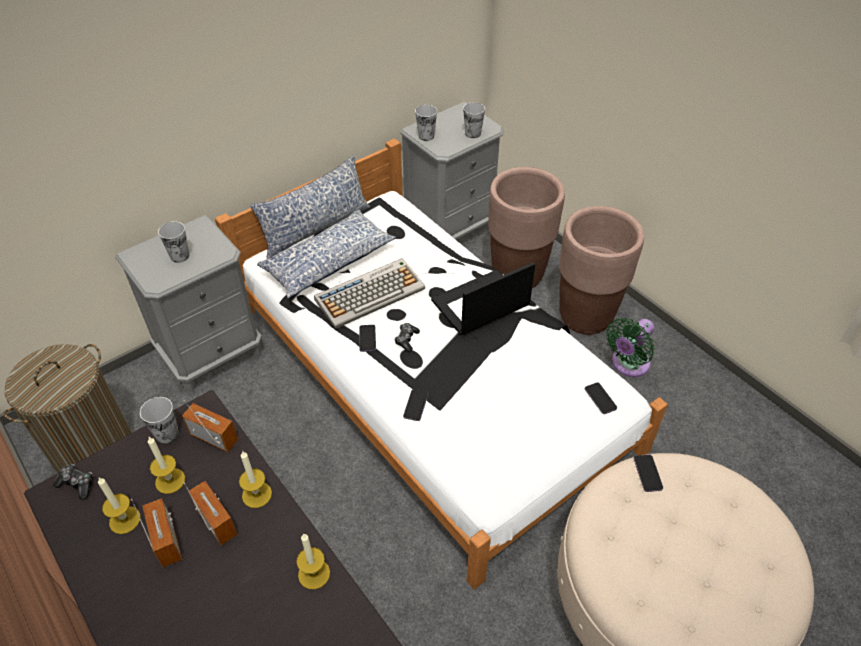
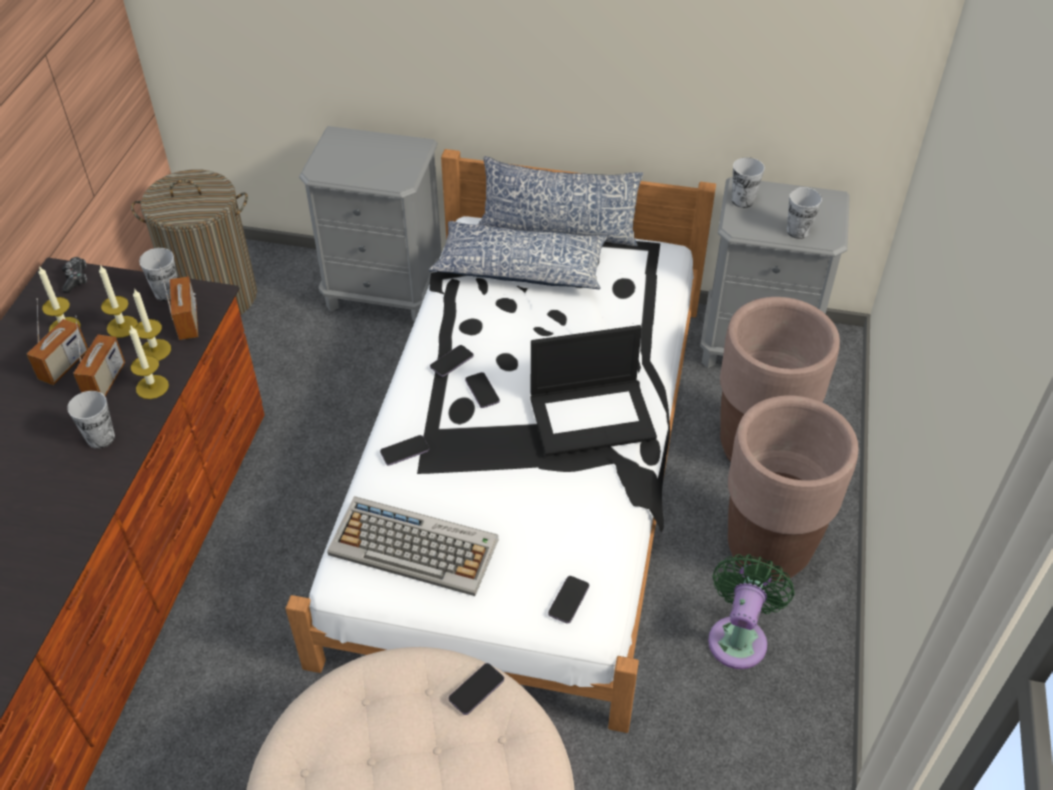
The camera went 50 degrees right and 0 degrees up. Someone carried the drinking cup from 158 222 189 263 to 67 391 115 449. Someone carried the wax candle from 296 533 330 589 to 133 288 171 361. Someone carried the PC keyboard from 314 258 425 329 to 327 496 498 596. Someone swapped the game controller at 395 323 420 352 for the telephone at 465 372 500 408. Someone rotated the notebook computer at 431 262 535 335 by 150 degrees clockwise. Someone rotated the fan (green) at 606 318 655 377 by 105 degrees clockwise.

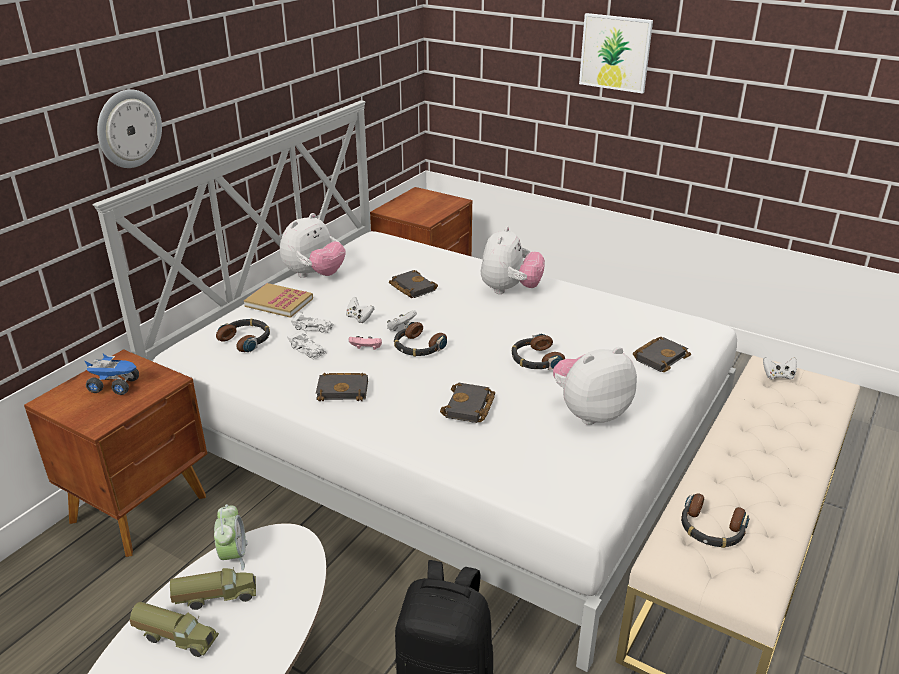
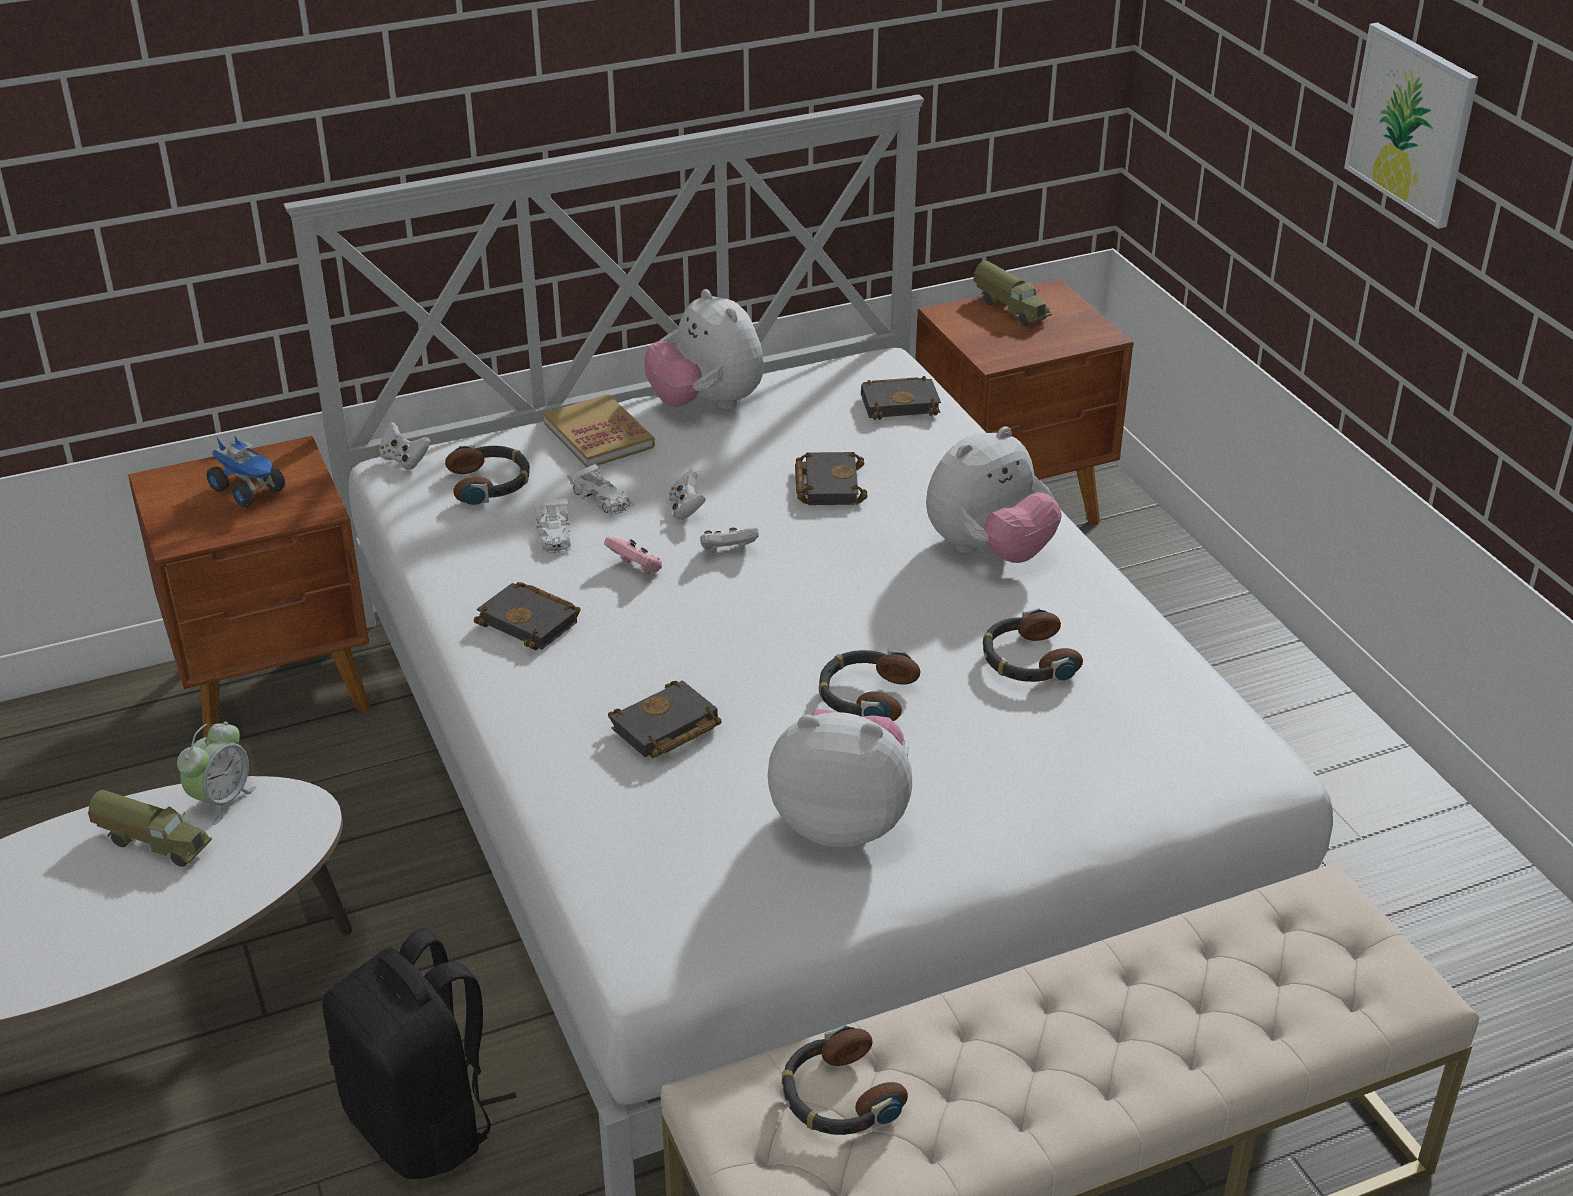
The camera went 35 degrees right and 5 degrees up. Someone took away the hanging clock at 97 89 162 168. Someone carried the toy lorry from 129 602 219 657 to 973 261 1052 326. Someone carried the headphones from 394 322 447 356 to 983 608 1083 682. Someone carried the book (black) from 633 337 691 372 to 861 376 941 420. Someone carried the game controller (white-coloured) from 763 357 797 380 to 379 422 431 469. Someone rotated the plush toy at 280 213 346 278 by 75 degrees clockwise.

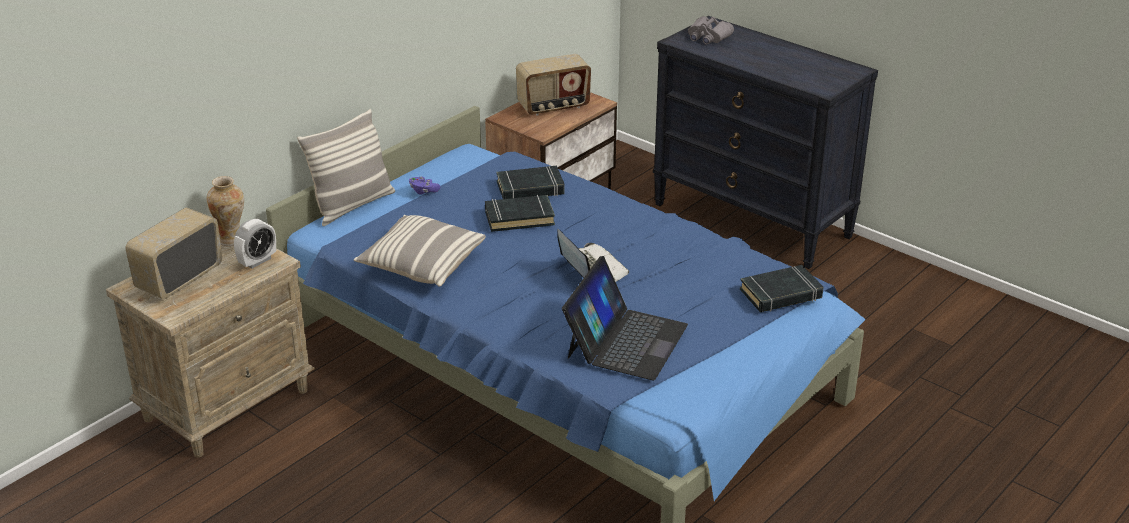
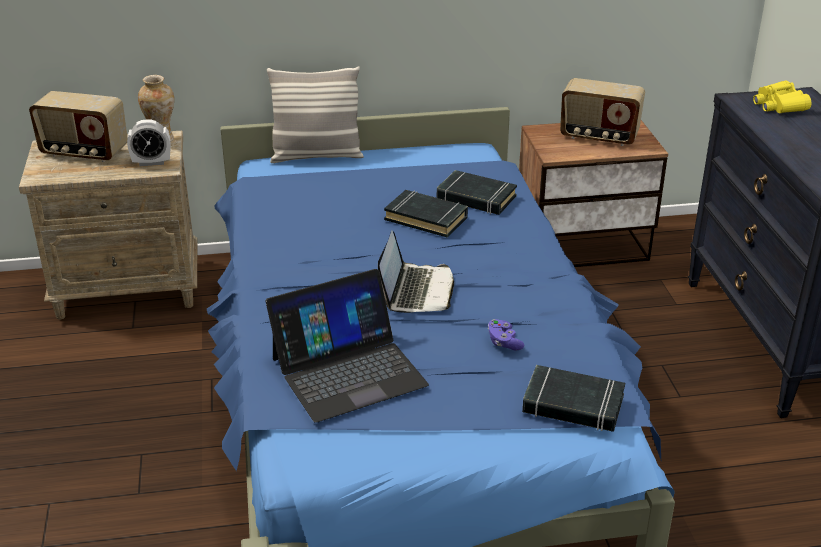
The camera went 40 degrees right and 0 degrees up. Someone took away the throw pillow at 354 215 486 287. Someone carried the game controller (purple-coloured) from 409 177 440 195 to 488 319 525 350. Someone repainted the binoculars (gray) at 688 16 734 45, which became the binoculars (yellow-coloured) at 753 80 811 113. Someone rotated the radio set at 125 208 222 299 by 150 degrees counterclockwise.

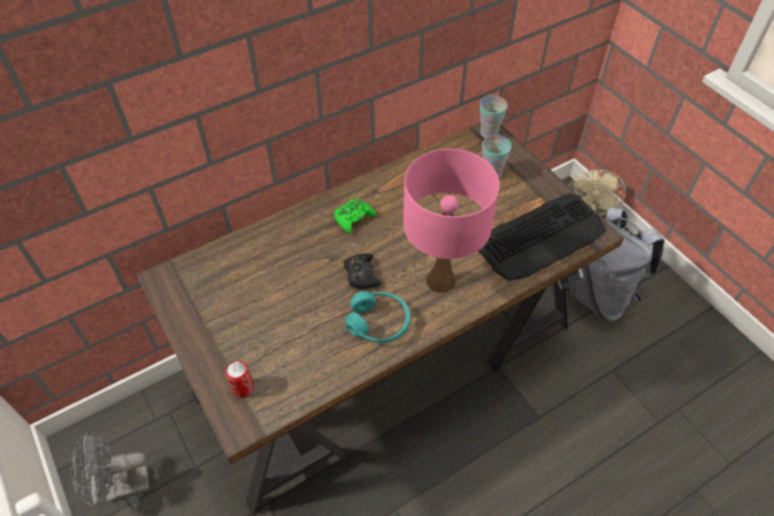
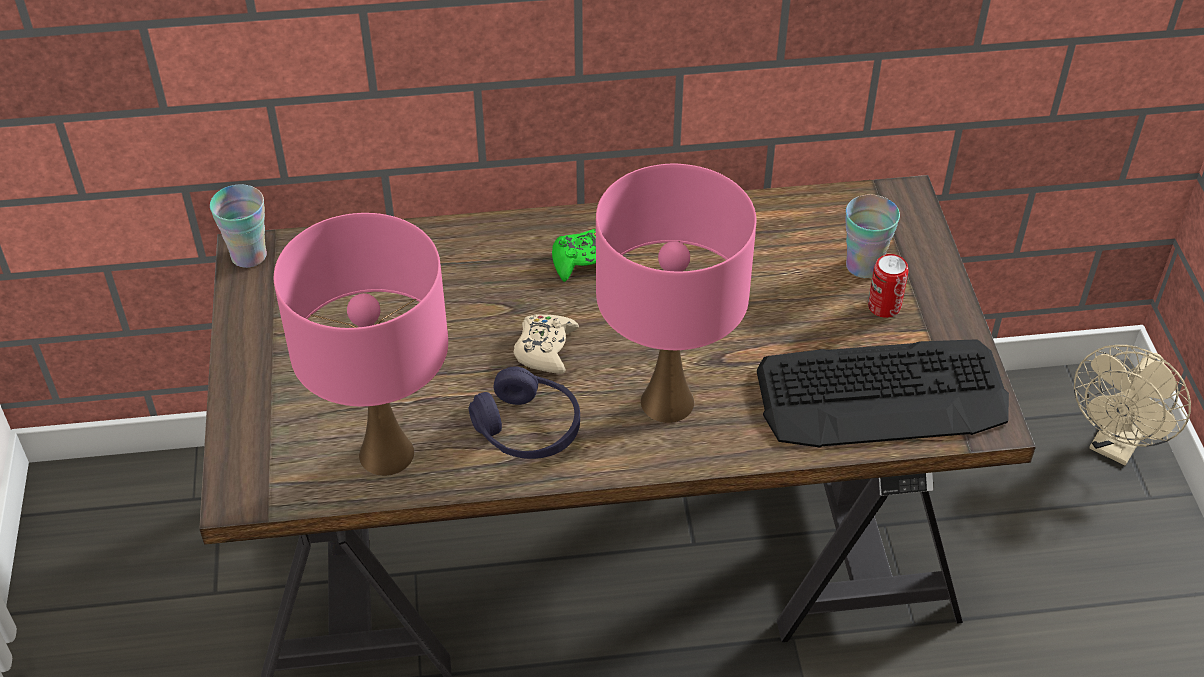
The camera went 25 degrees right and 5 degrees down. Someone took away the fan (gray) at 71 430 150 509. Someone took away the knapsack (gray) at 565 207 665 321. Someone put down the lamp for a table (pink-coloured) at 274 213 448 476. Someone carried the sealed can from 225 361 254 398 to 868 254 909 318. Someone carried the drinking cup from 480 95 508 138 to 210 184 267 268. Someone repainted the game controller (black) at 344 253 381 289, which became the game controller (sand-coloured) at 513 314 579 374. Someone repainted the headphones (blue-green) at 345 291 410 343, which became the headphones (purple-coloured) at 469 366 580 459.

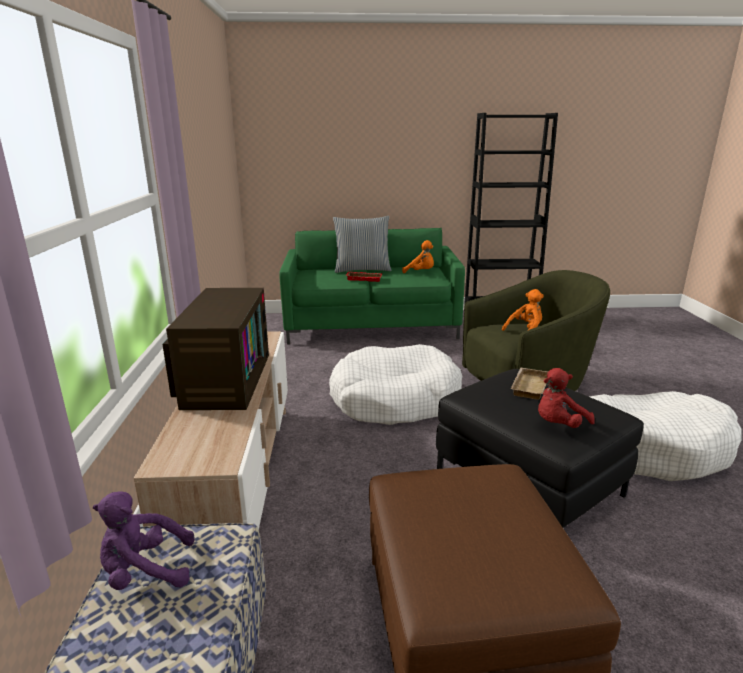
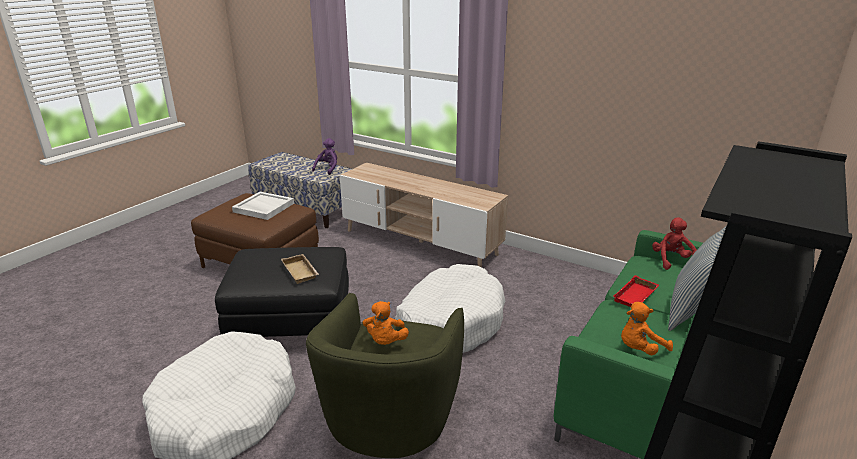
The camera went 125 degrees right and 5 degrees up. Someone took away the TV set at 162 288 269 410. Someone put down the carrying tray (white-coloured) at 232 192 294 220. Someone carried the plush toy (red-coloured) from 538 368 595 428 to 652 217 697 270.

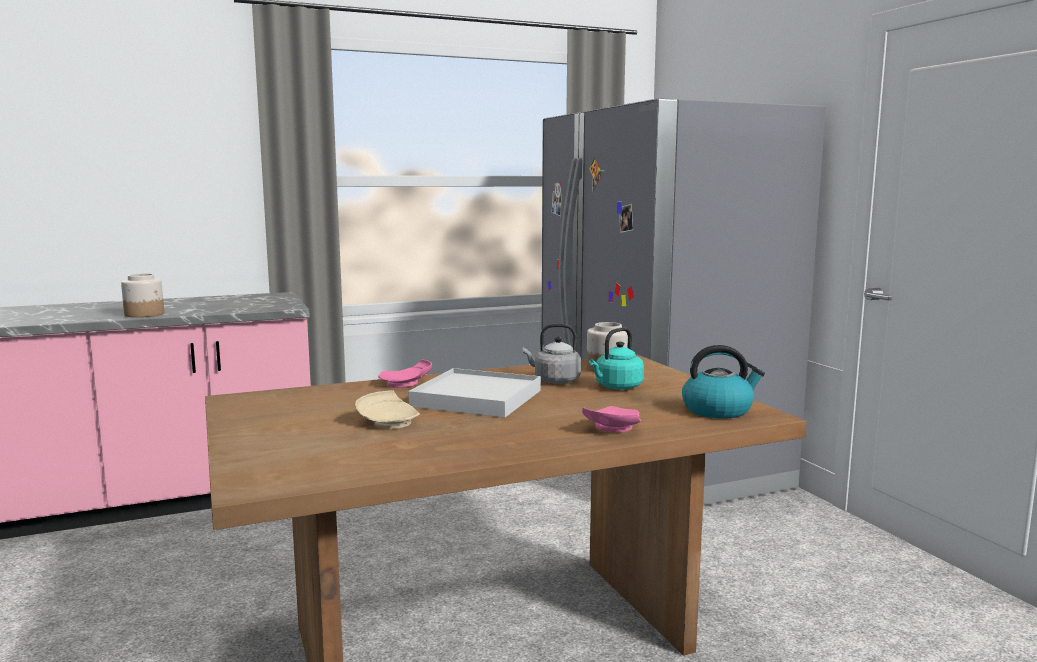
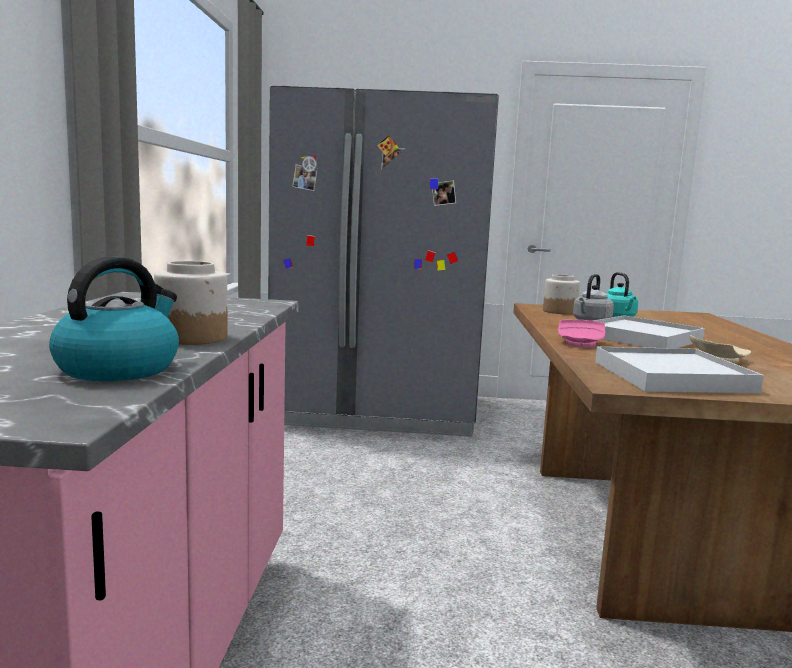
The camera went 65 degrees left and 0 degrees up. Someone took away the dinner plate (pink-coloured) at 582 406 641 432. Someone put down the carrying tray (white-coloured) at 595 347 764 393. Someone carried the water kettle from 682 345 765 418 to 49 256 179 381.

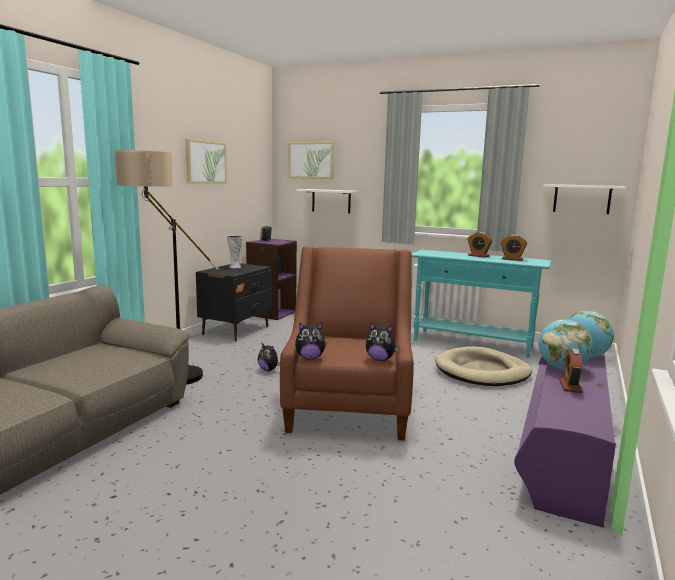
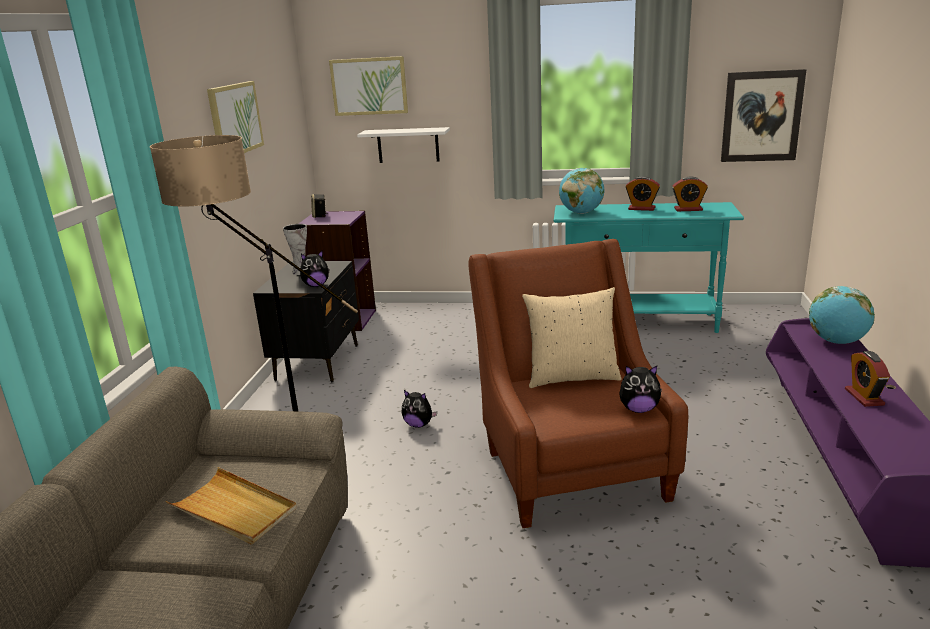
The camera went 15 degrees left and 10 degrees up. Someone took away the pet bed (sand-coloured) at 435 347 532 386. Someone put down the carrying tray (sand-coloured) at 165 467 297 544. Someone put down the throw pillow (sand-coloured) at 522 287 622 388. Someone carried the plush toy from 295 322 327 359 to 300 251 329 287. Someone carried the desk globe from 539 319 593 370 to 559 168 605 214. Someone swapped the wall shelf (white-coloured) at 543 184 626 214 for the wall art at 721 69 806 162.

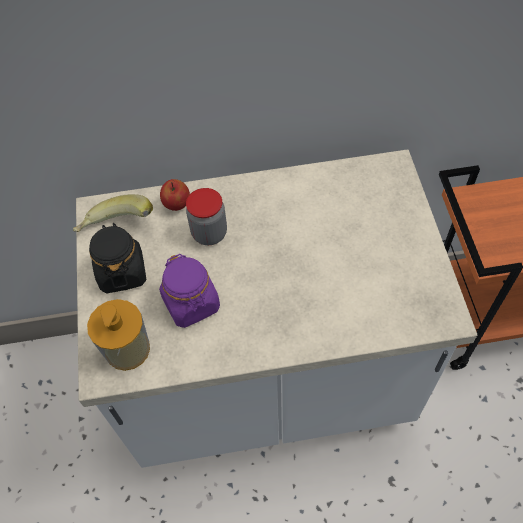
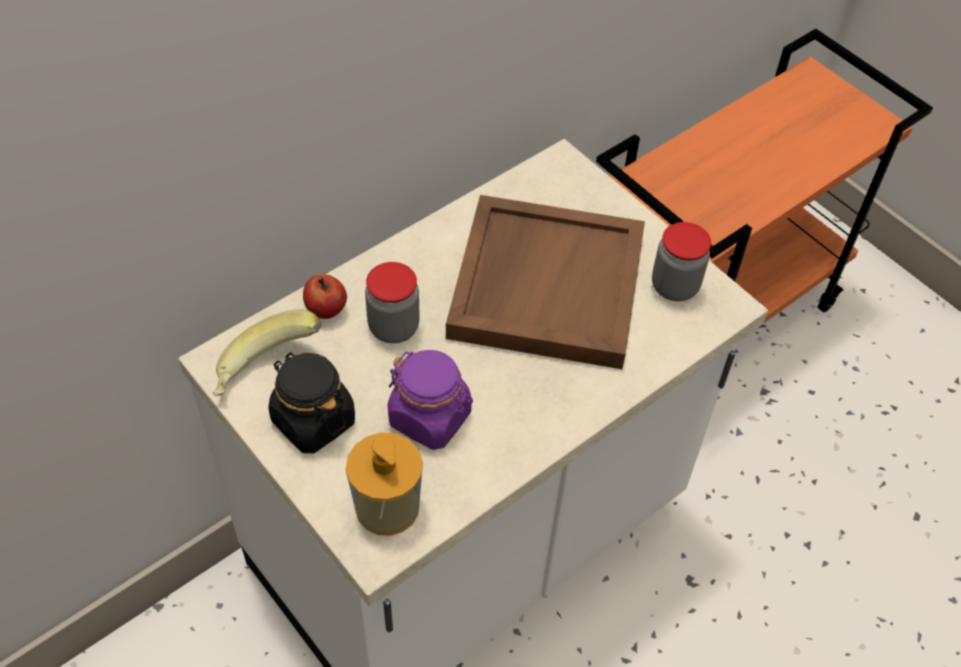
The camera went 35 degrees left and 5 degrees down. Someone put down the carrying tray (brown) at 446 195 645 369. Someone put down the storage jar at 652 222 711 301.

